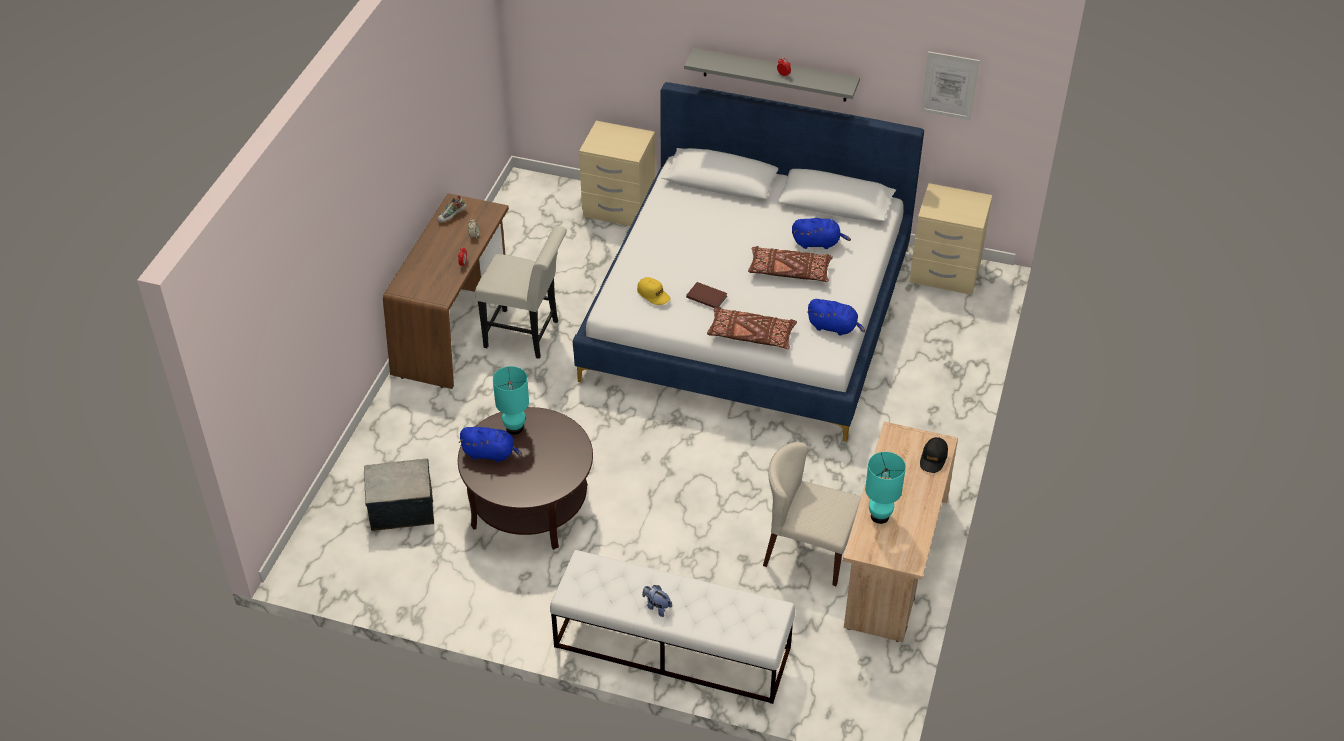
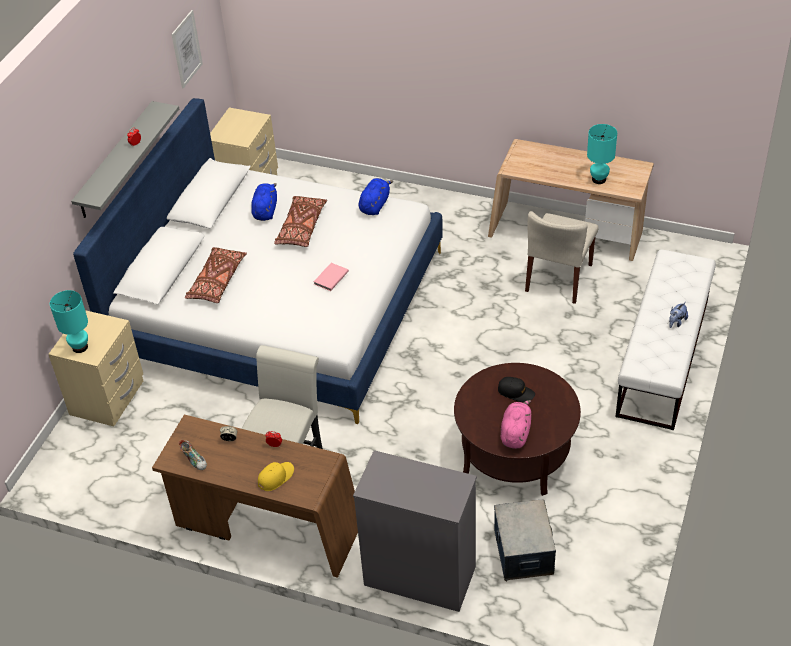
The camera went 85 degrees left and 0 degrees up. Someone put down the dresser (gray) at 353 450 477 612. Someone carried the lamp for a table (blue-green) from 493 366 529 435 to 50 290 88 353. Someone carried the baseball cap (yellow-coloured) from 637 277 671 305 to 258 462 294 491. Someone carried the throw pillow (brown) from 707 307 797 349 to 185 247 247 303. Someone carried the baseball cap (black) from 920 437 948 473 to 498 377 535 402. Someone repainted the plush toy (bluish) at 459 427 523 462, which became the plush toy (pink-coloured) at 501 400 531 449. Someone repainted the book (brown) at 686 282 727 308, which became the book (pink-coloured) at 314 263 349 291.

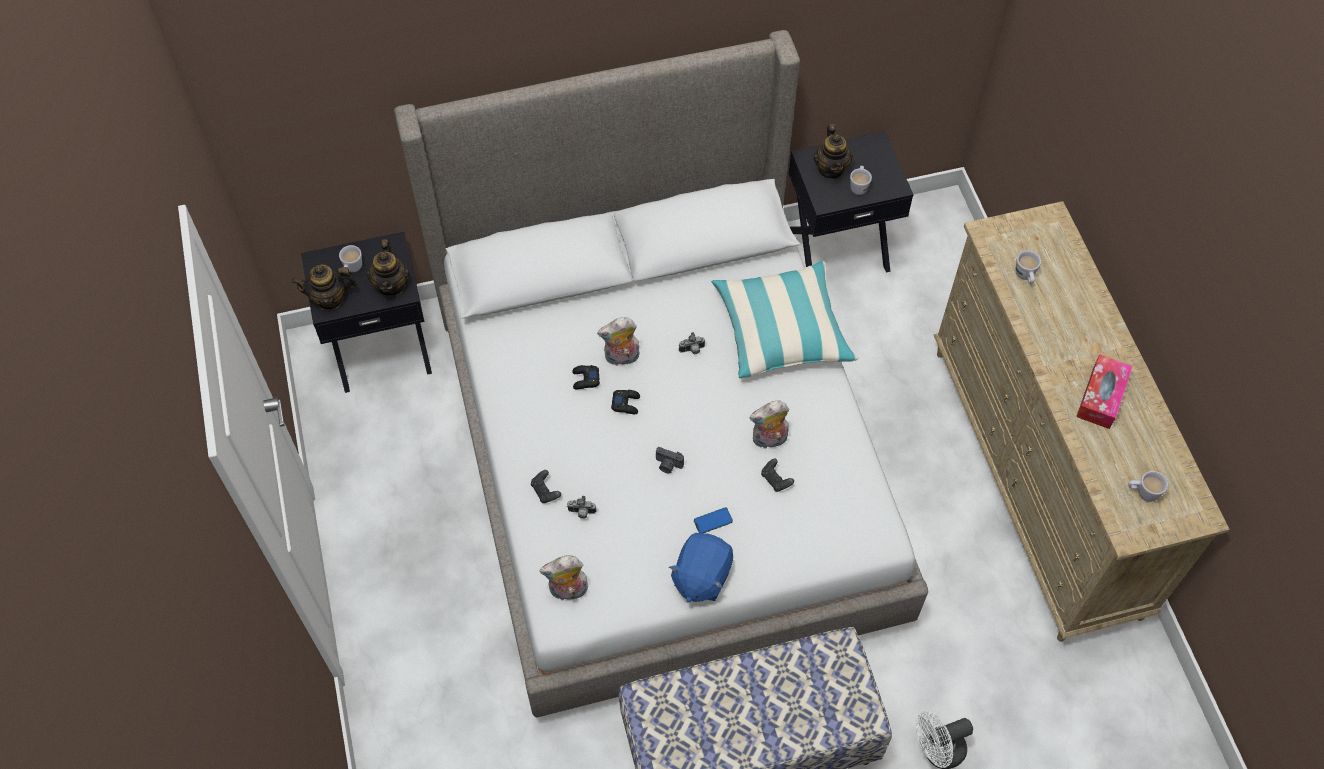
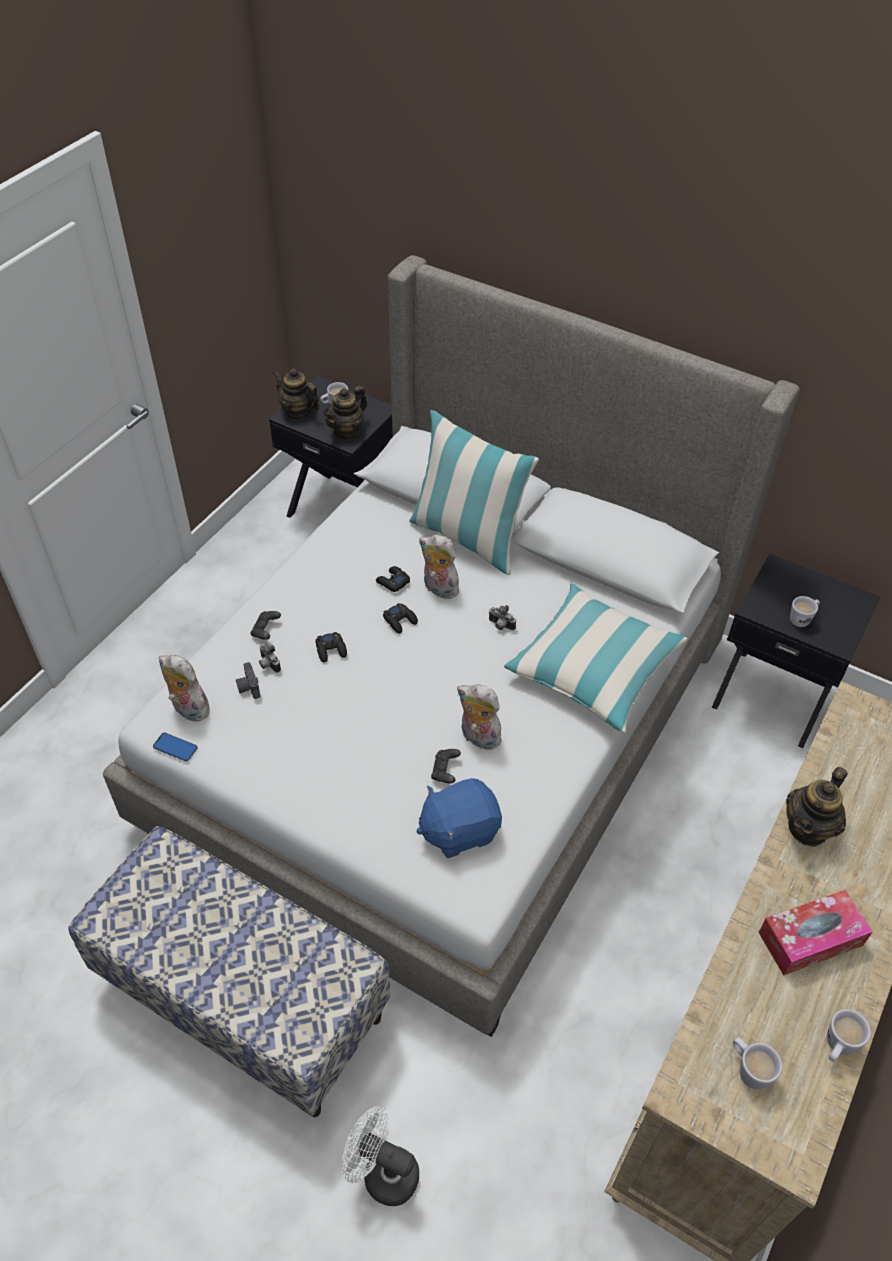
The camera went 45 degrees right and 10 degrees down. Someone put down the game controller (black) at 316 632 347 663. Someone put down the throw pillow at 409 410 539 575. Someone carried the photo camera from 656 447 684 474 to 236 662 260 699. Someone carried the plush toy (bluish) from 669 533 733 602 to 417 778 502 858. Someone carried the telephone from 694 507 733 533 to 153 733 197 761. Someone carried the teapot from 814 124 853 179 to 786 767 847 847. Someone carried the tea mug (white-coloured) from 1015 250 1041 284 to 827 1009 871 1062.

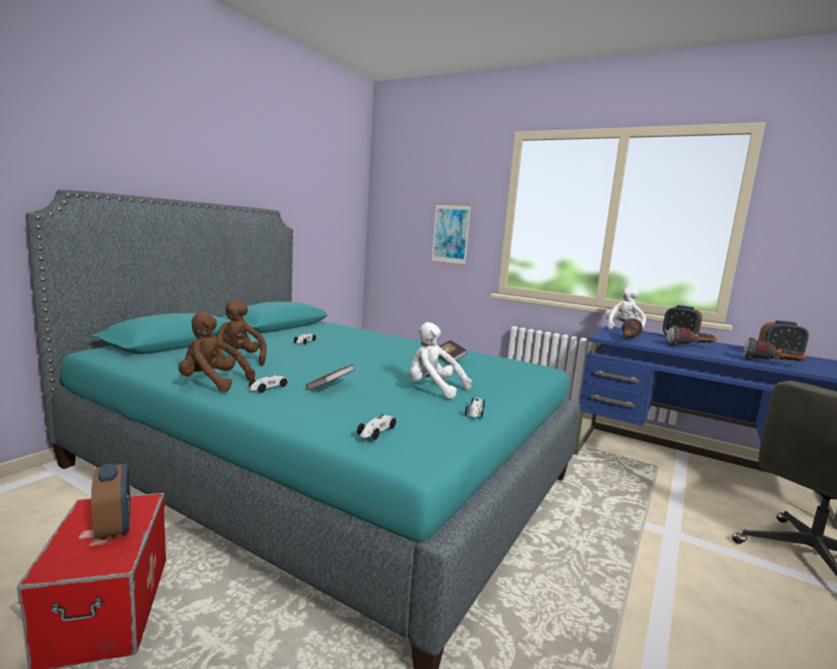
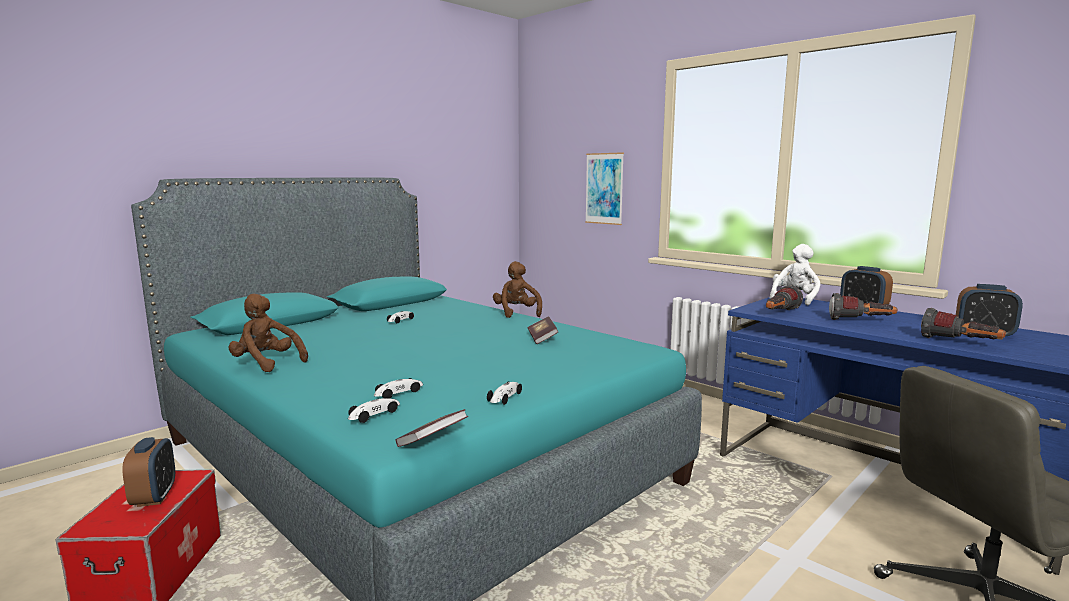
The camera went 15 degrees right and 0 degrees up. Someone took away the plush toy (white-coloured) at 409 322 472 399. Someone carried the plush toy (brown) from 216 299 267 366 to 493 261 542 318. Someone carried the miniature car from 249 375 289 393 to 374 378 423 399. Someone carried the book from 306 365 355 390 to 395 409 468 447.

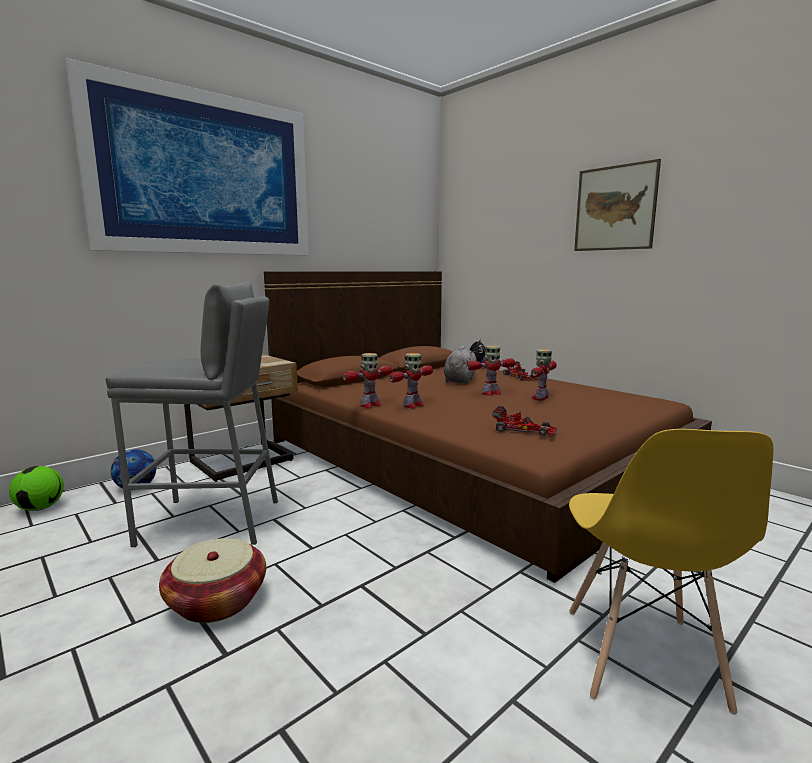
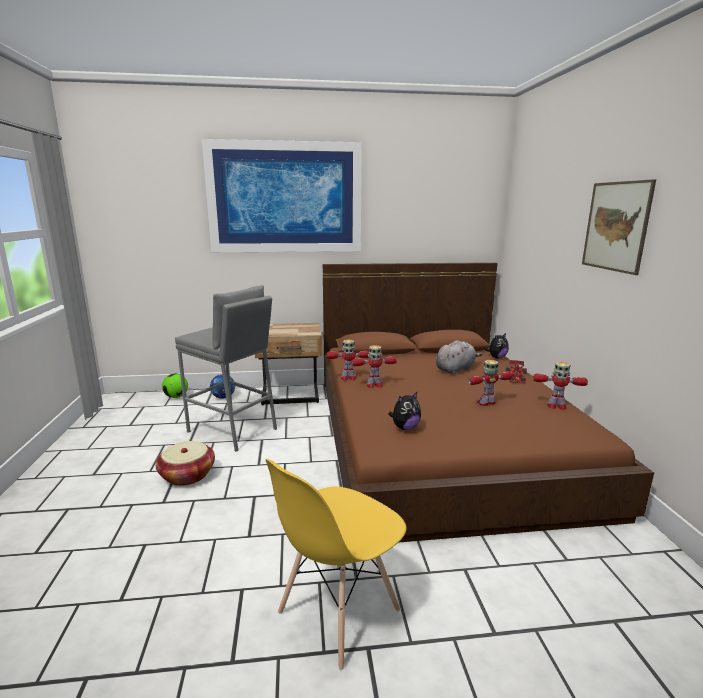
The camera went 35 degrees right and 5 degrees up. Someone carried the robot figure from 466 345 515 396 to 533 362 588 410. Someone swapped the miniature car at 493 406 557 436 for the plush toy at 388 392 421 430.

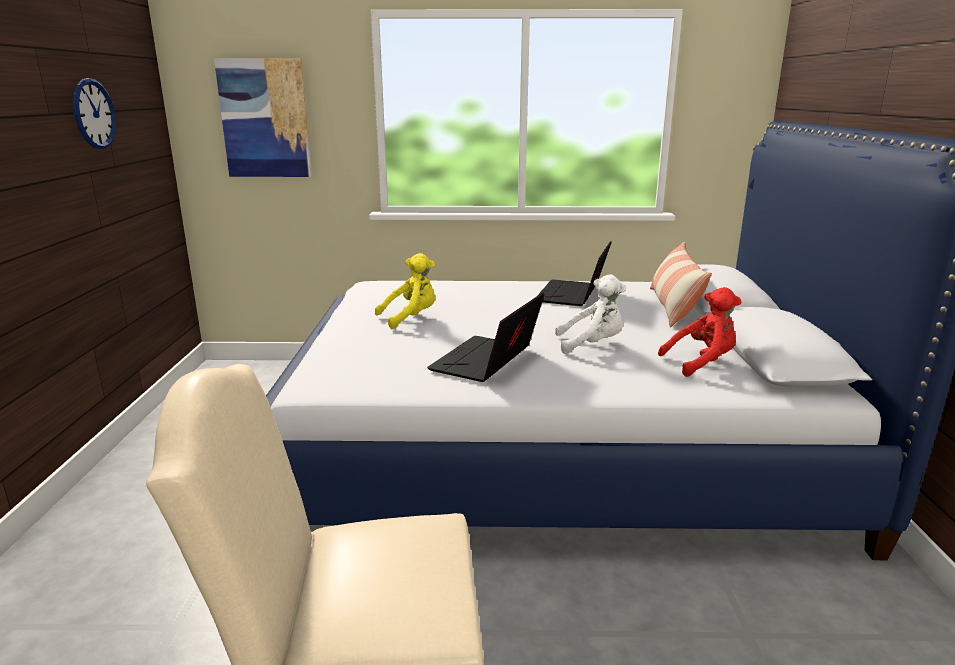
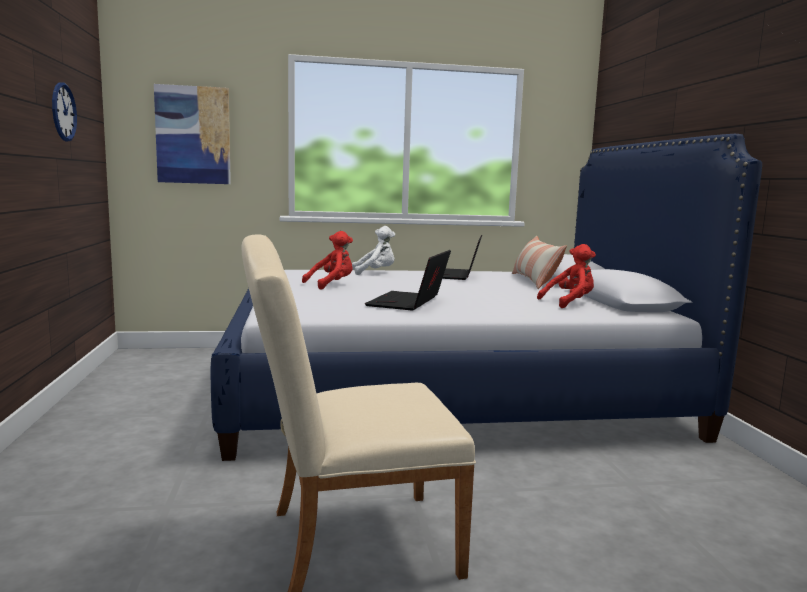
The camera went 10 degrees left and 10 degrees down. Someone carried the plush toy (white-coloured) from 555 274 626 354 to 352 226 395 275. Someone repainted the plush toy (yellow-coloured) at 375 253 436 329, which became the plush toy (red-coloured) at 302 231 353 290.

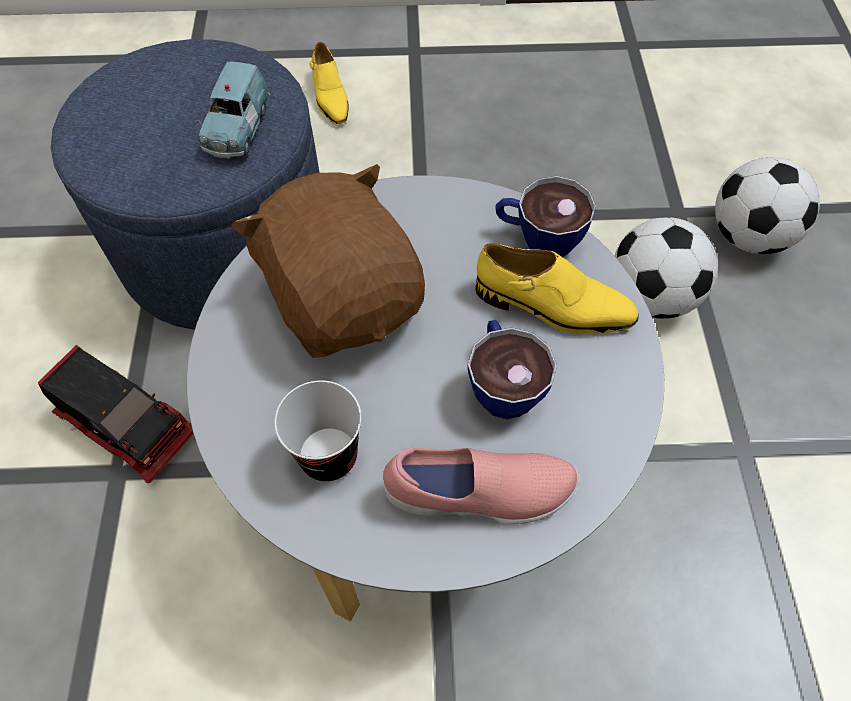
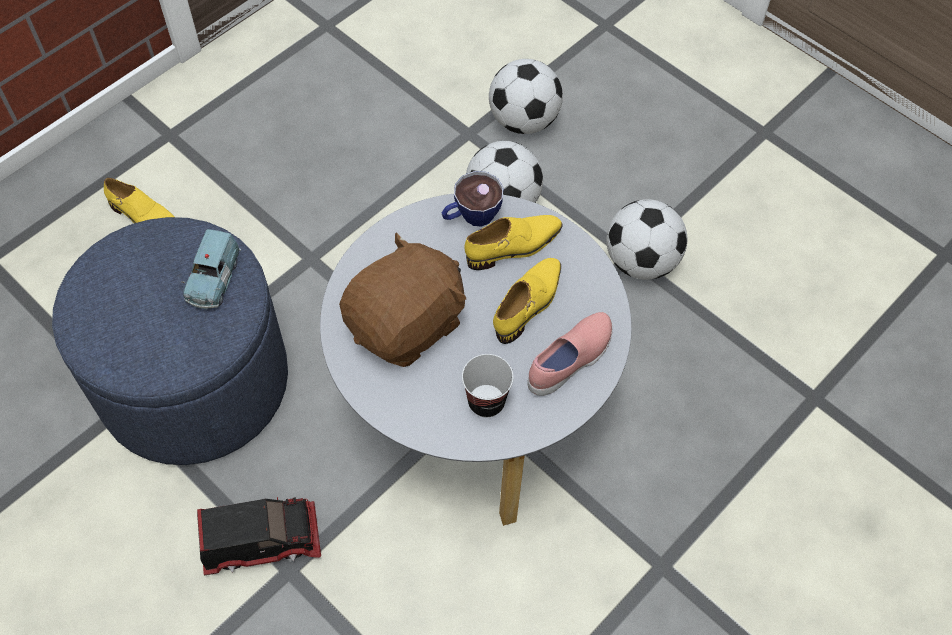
The camera went 45 degrees left and 0 degrees up. Someone put down the ball for football at 606 199 687 280. Someone swapped the drinking cup at 467 320 557 419 for the shoe (yellow-coloured) at 493 258 561 344. Someone rotated the miniature car (bluish) at 195 62 270 159 by 45 degrees clockwise. Someone rotated the plush toy (brown) at 231 164 425 358 by 120 degrees clockwise.

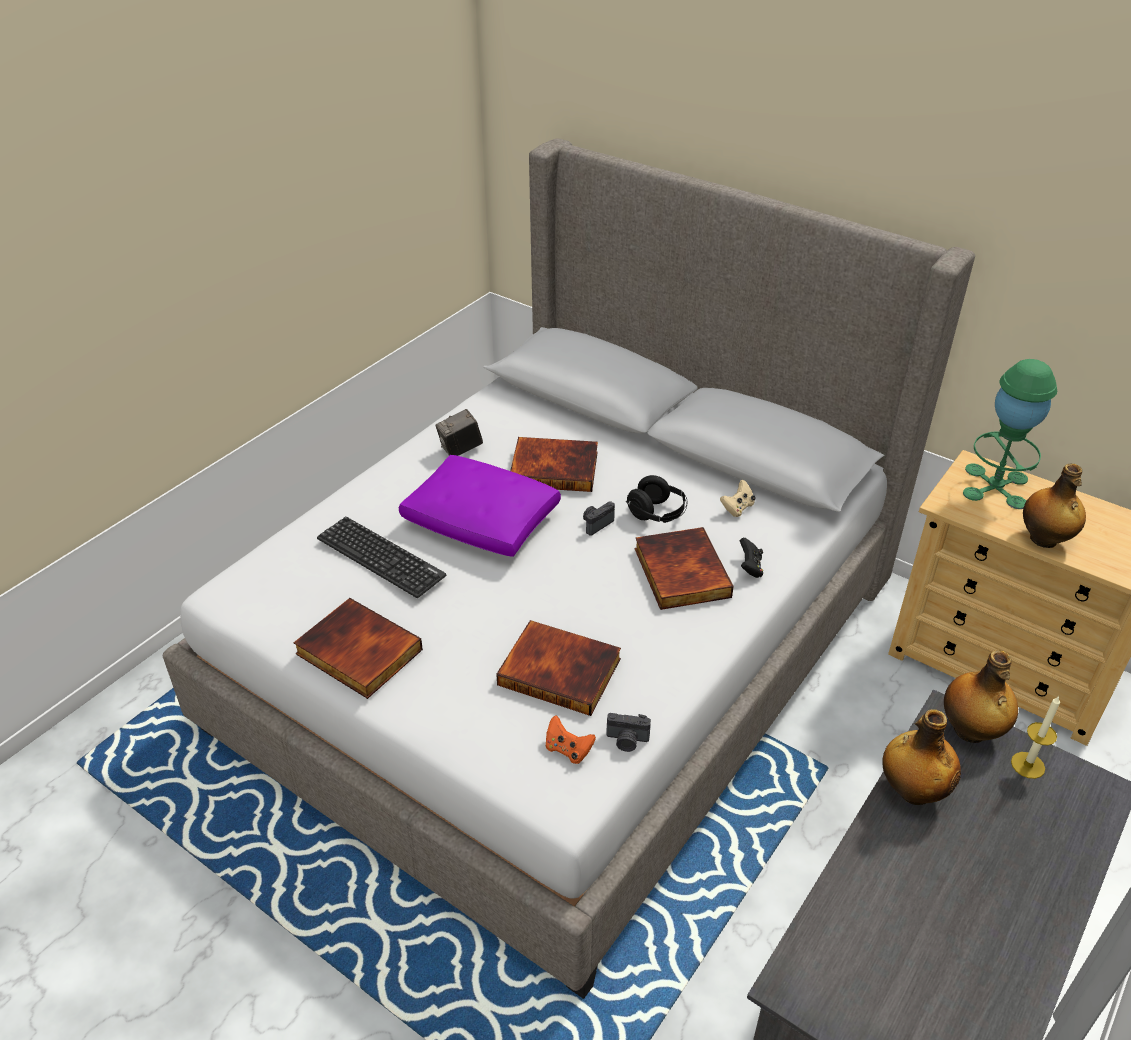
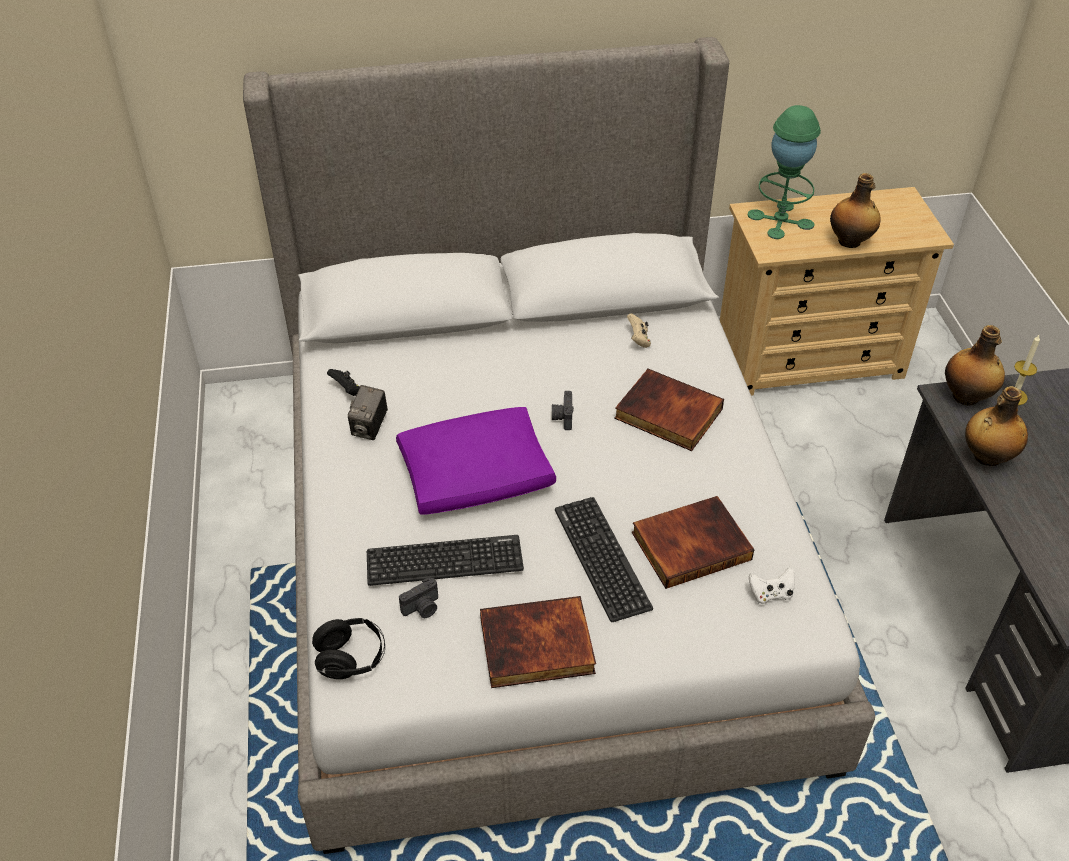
The camera went 45 degrees left and 5 degrees up. Someone took away the book at 510 437 598 492. Someone put down the PC keyboard at 555 497 653 622. Someone carried the photo camera from 606 713 651 752 to 399 578 438 618. Someone carried the headphones (black) from 626 475 687 523 to 312 618 385 679. Someone carried the game controller (black) from 740 538 763 578 to 327 369 360 396. Someone repainted the game controller (orangey) at 546 715 596 764, which became the game controller (white-coloured) at 749 567 795 604.

